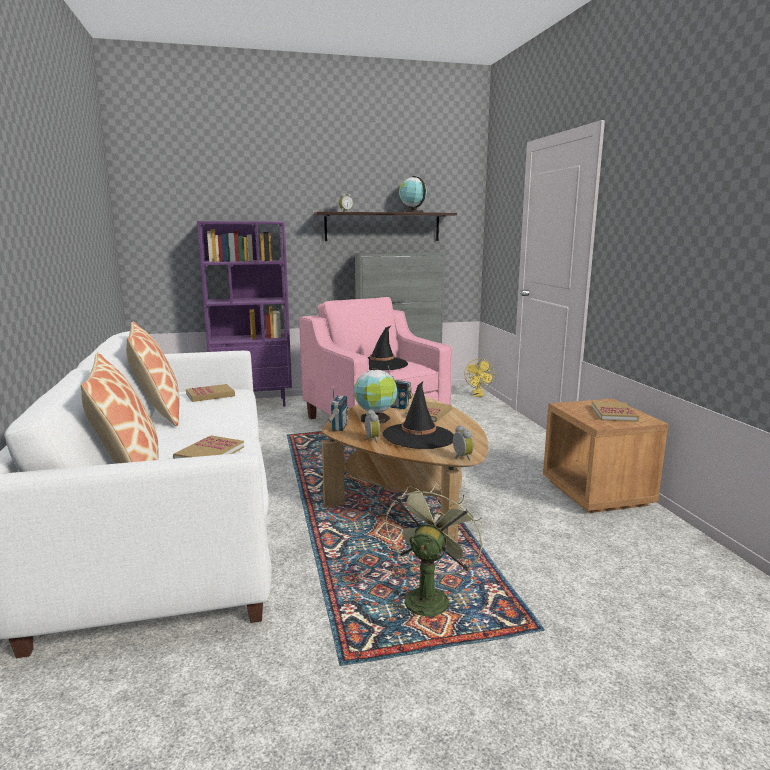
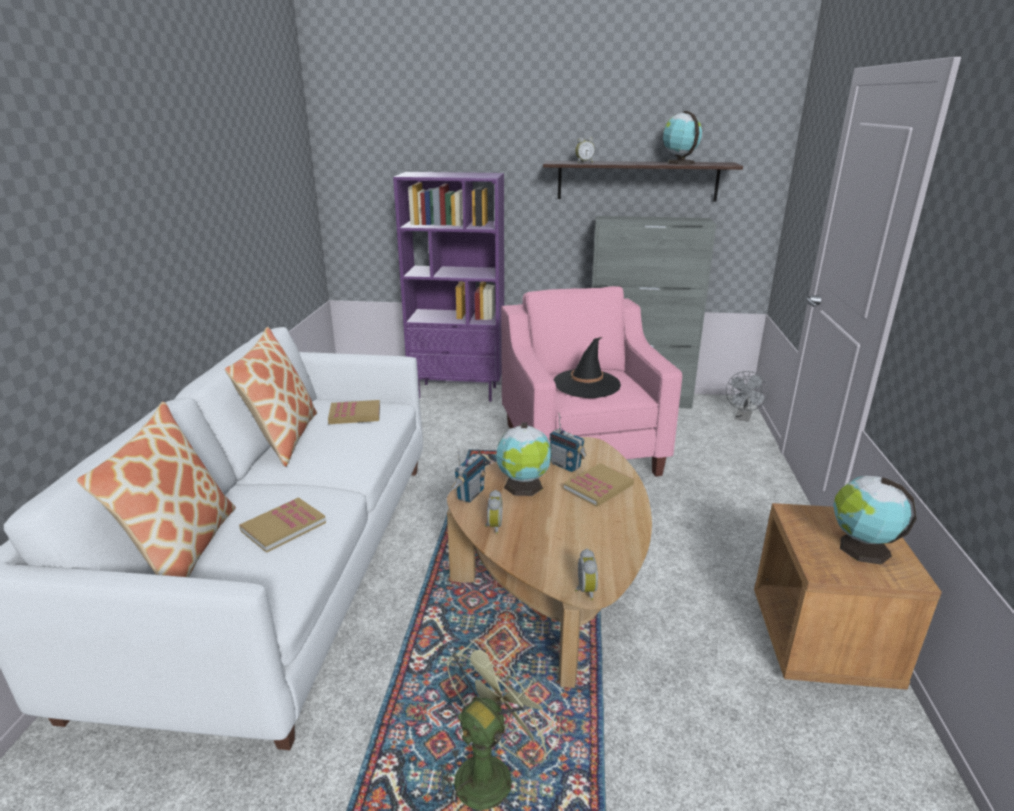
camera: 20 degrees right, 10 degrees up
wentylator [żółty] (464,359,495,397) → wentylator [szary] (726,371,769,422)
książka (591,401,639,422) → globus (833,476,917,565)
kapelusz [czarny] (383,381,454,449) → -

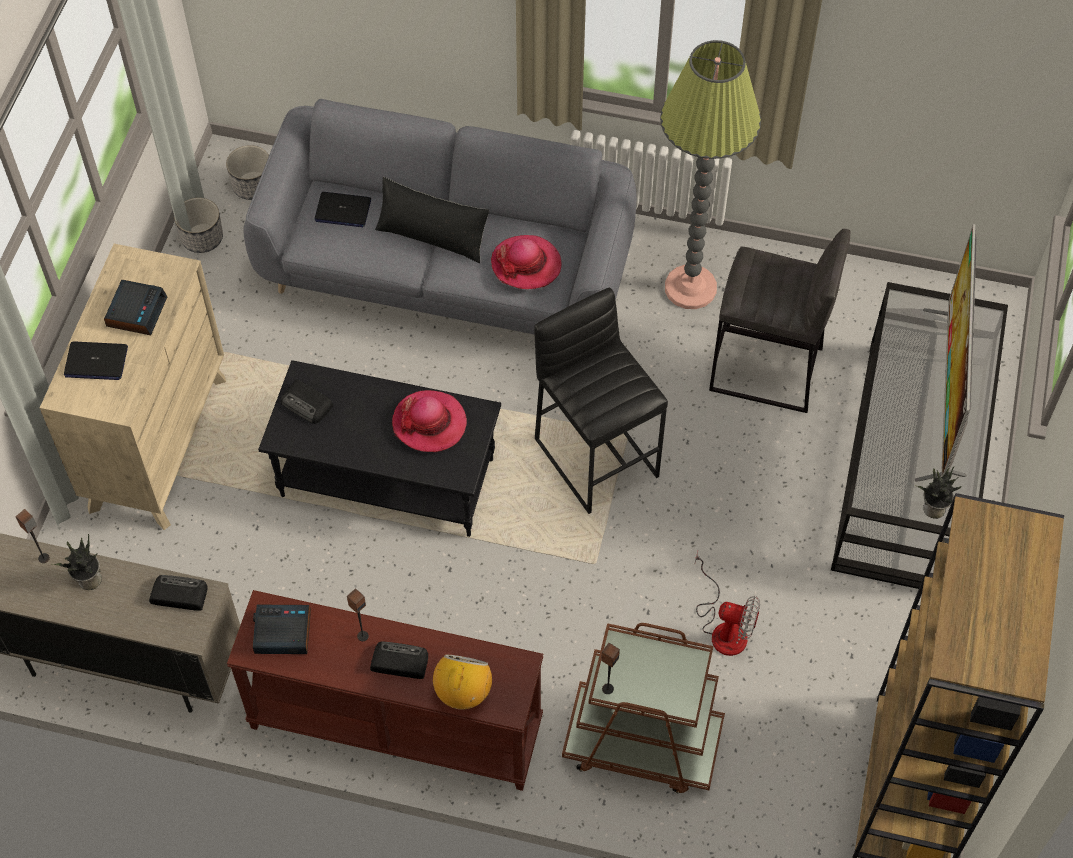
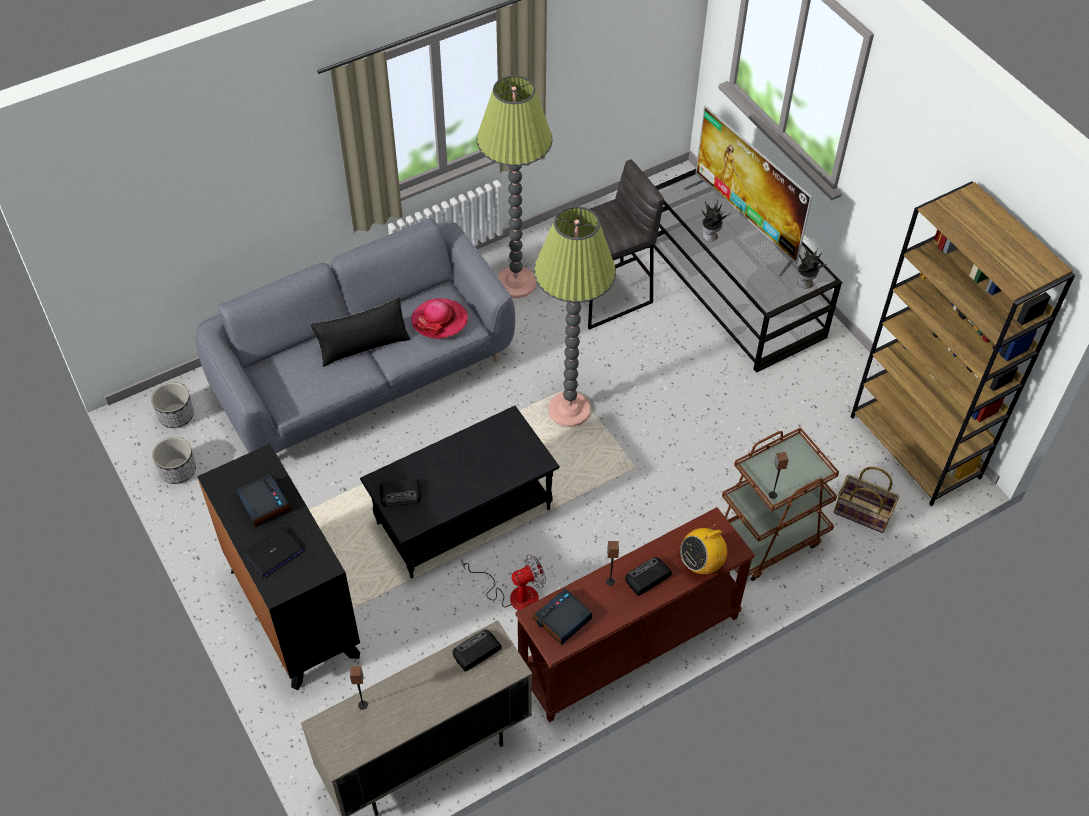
camera: 45 degrees left, 5 degrees down
komoda [beżowy] (40,244,226,530) → komoda [czarny] (197,444,360,690)
wentylator (695,552,760,656) → wentylator (461,554,546,611), shifted
stołek [czarny] (534,287,668,514) → lampa stojąca (534,206,616,427)
radio (433,655,492,710) → radio (680,521,727,574), 90 degrees counterclockwise
roślina doniczkowa (53,534,102,590) → roślina doniczkowa (701,201,731,242), shifted
- → koszyk (834,467,900,533)
laptop (314,192,371,227) → -
kapelusz (392,390,467,452) → -

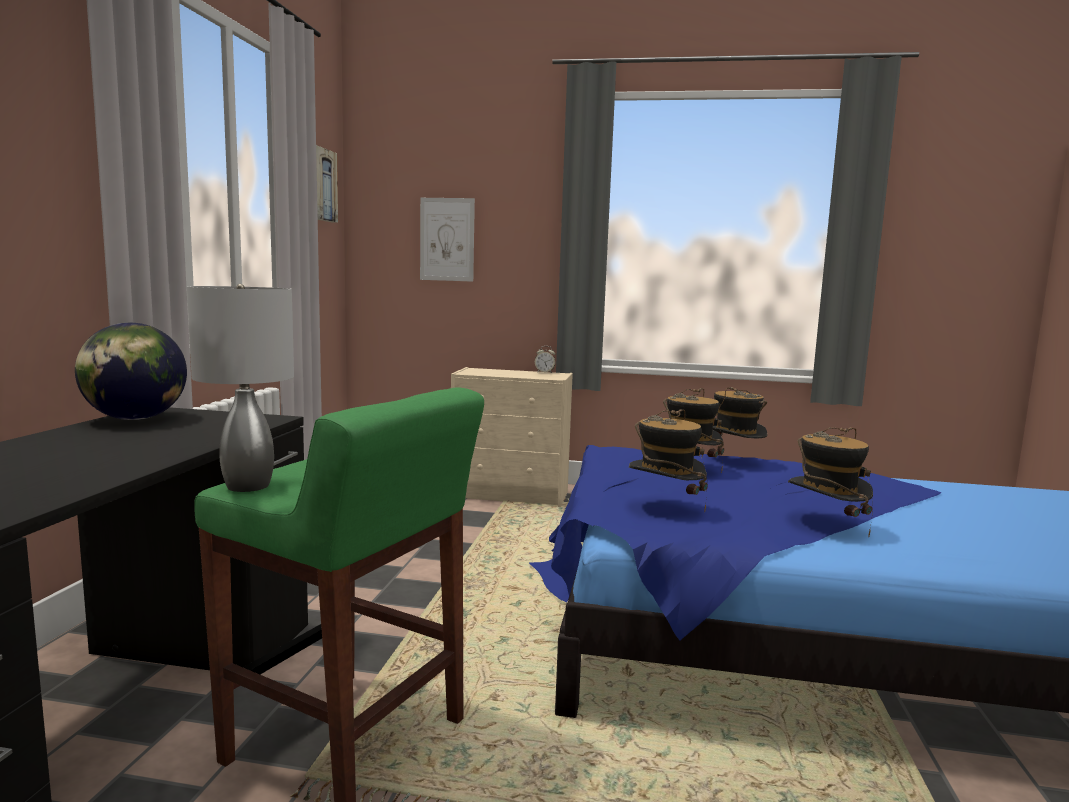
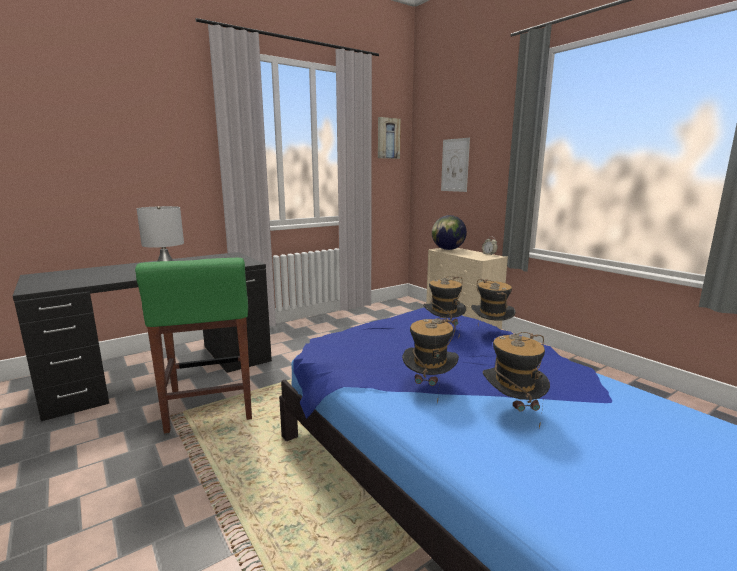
camera: 45 degrees right, 5 degrees up
globus (75,323,187,420) → globus (432,215,467,250), shifted
kapelusz (628,409,708,513) → kapelusz (483,332,550,428), shifted

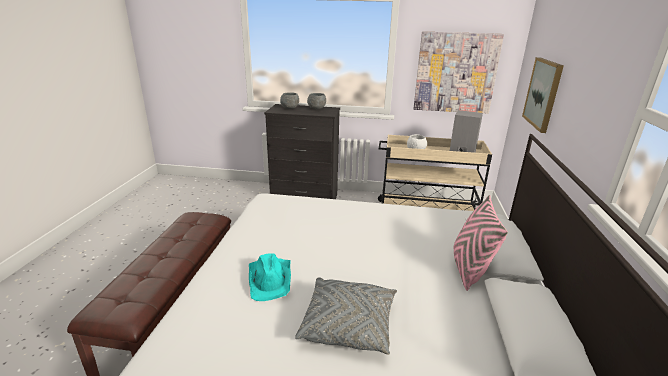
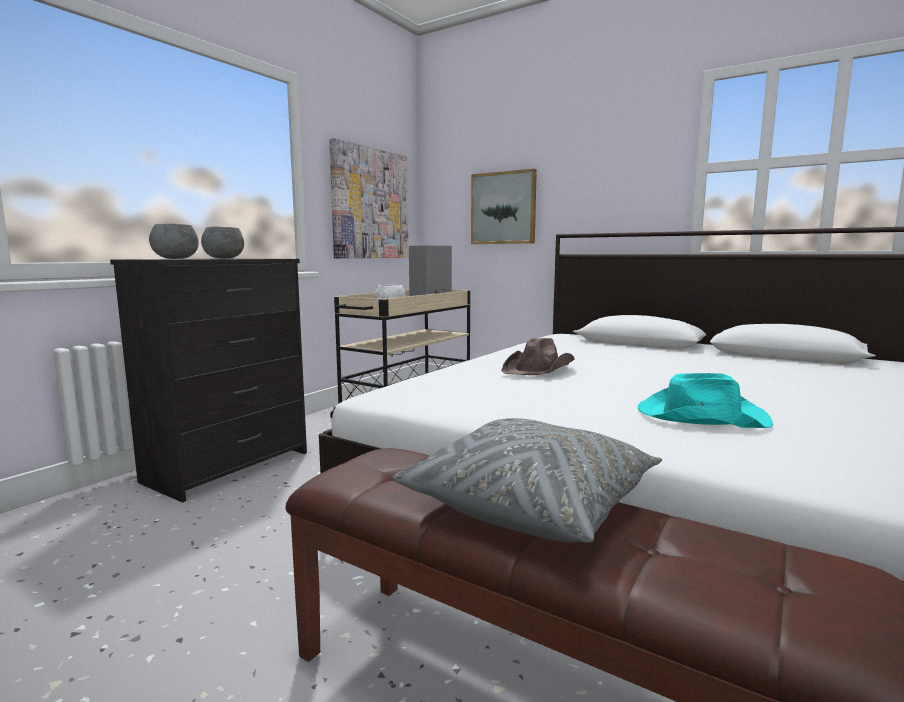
camera: 65 degrees left, 15 degrees down
poduszka [szary] (295,277,397,355) → poduszka [szary] (393,418,662,543), shifted
- → kapelusz [brązowy] (501,338,574,375)
poduszka [różowy] (453,195,508,291) → -

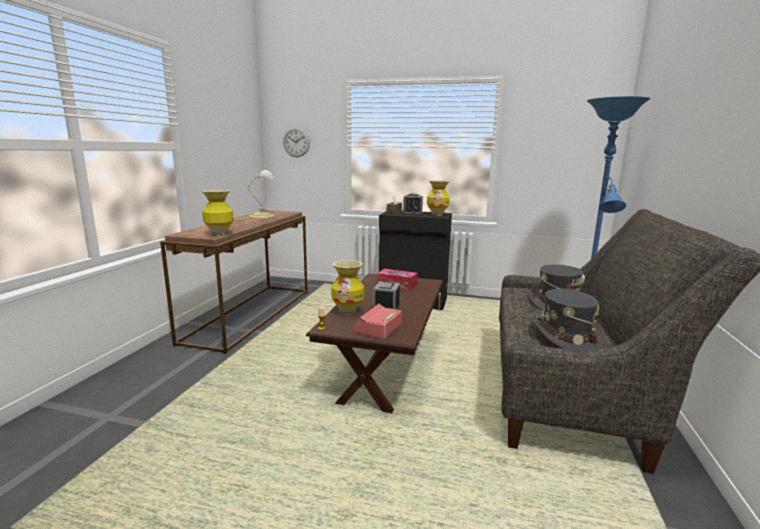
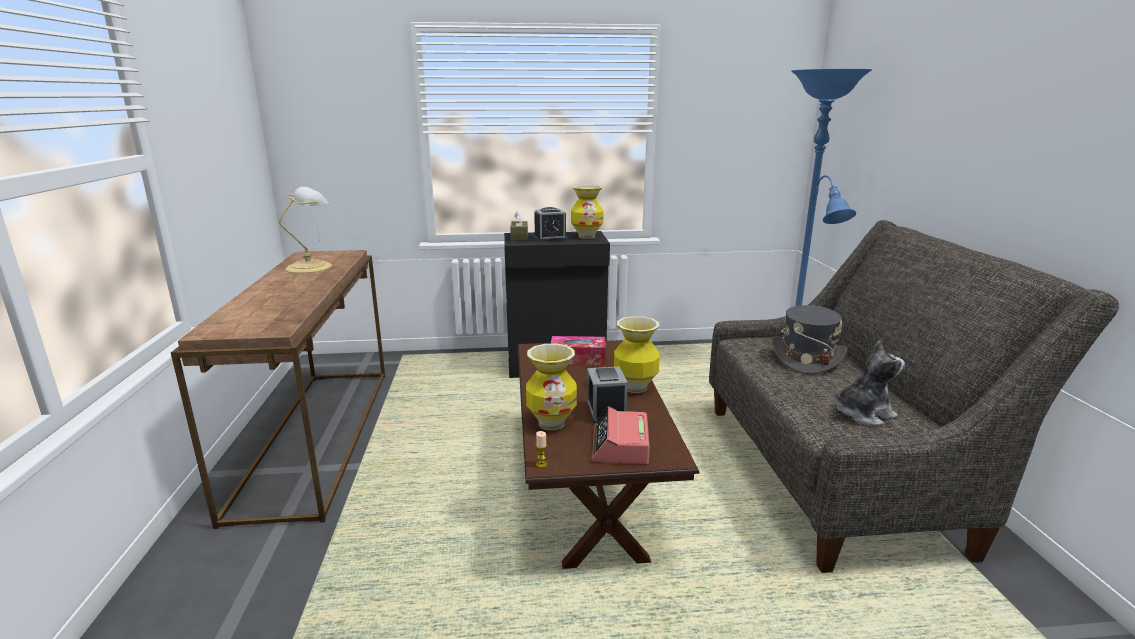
camera: 20 degrees left, 5 degrees up
wazon (202,190,234,235) → wazon (614,316,660,393), shifted
kapelusz [szary] (532,289,604,350) → pluszak (835,340,905,425)
zegar ścienny (283,127,310,157) → -

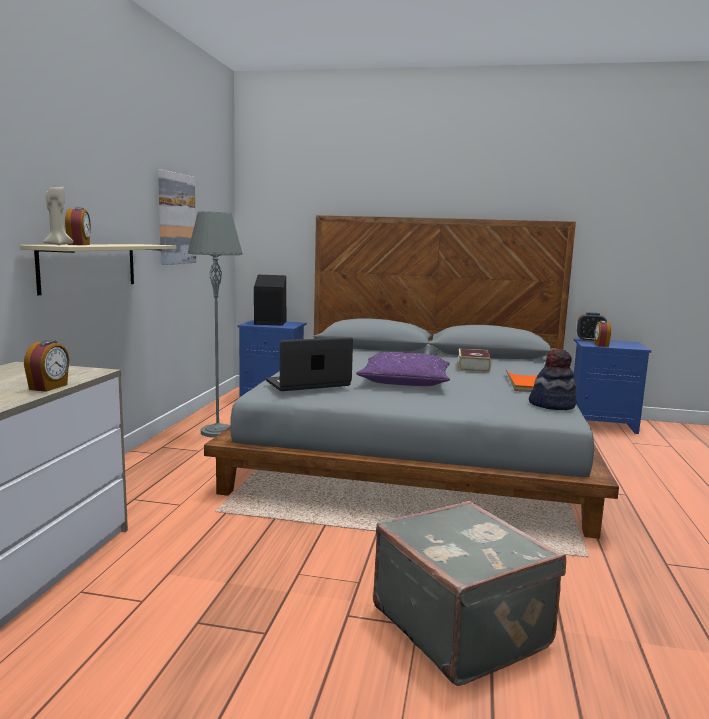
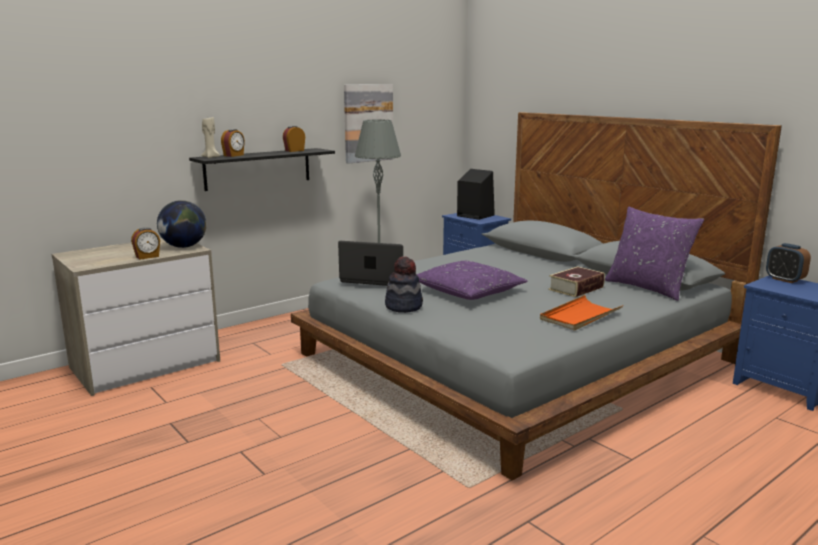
camera: 40 degrees right, 5 degrees up
- → globus (157,200,207,248)
półka [beżowy] (20,244,176,295) → półka [czarny] (189,148,335,191)
budzik (594,321,611,347) → budzik (283,126,305,152), shifted
kapelusz (529,349,577,410) → kapelusz (385,256,423,313), shifted
- → poduszka [fioletowy] (605,207,704,301)
walizka [szary] (373,501,566,686) → -

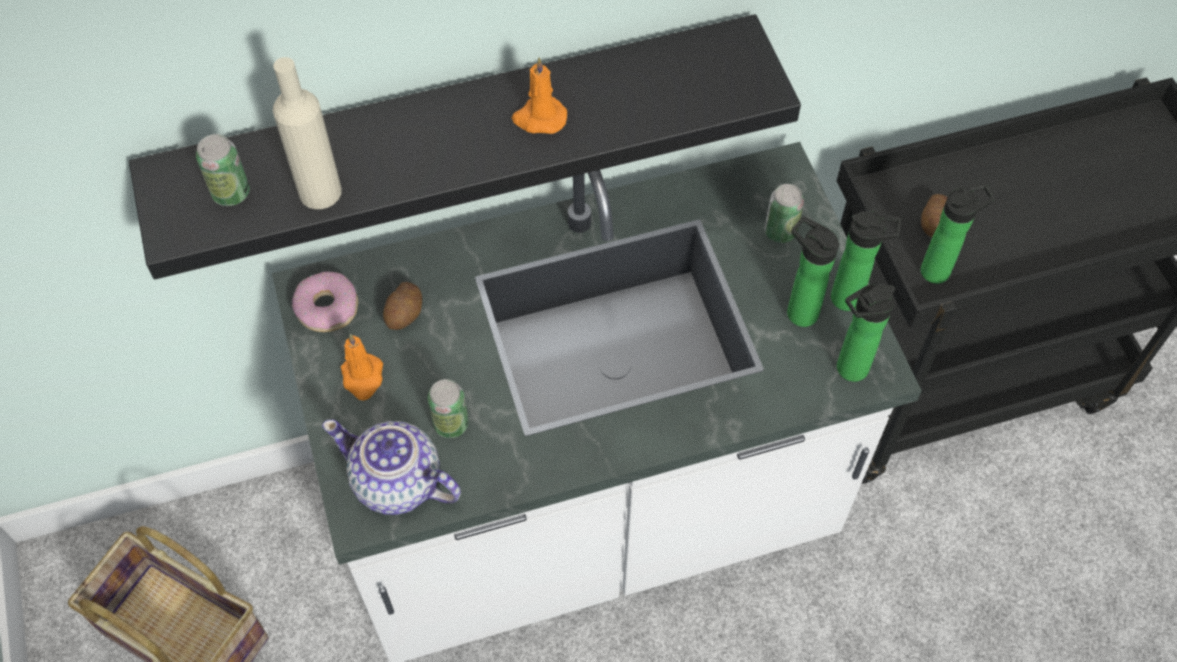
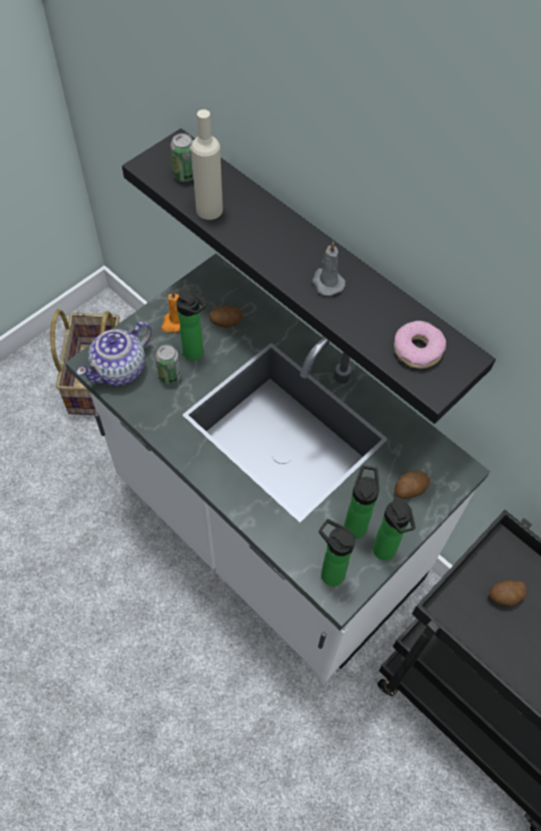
camera: 60 degrees right, 0 degrees up
imbryk (322,420,461,515) → imbryk (76,321,152,386), 135 degrees counterclockwise
butelka (921,183,994,284) → butelka (177,290,206,361), shifted
świeca [pomarańczowy] (512,57,567,134) → świeca [szary] (312,241,345,296)
donut (292,271,358,332) → donut (394,321,446,369), shifted
puszka (765,184,804,243) → ziemniak (395,471,430,499)

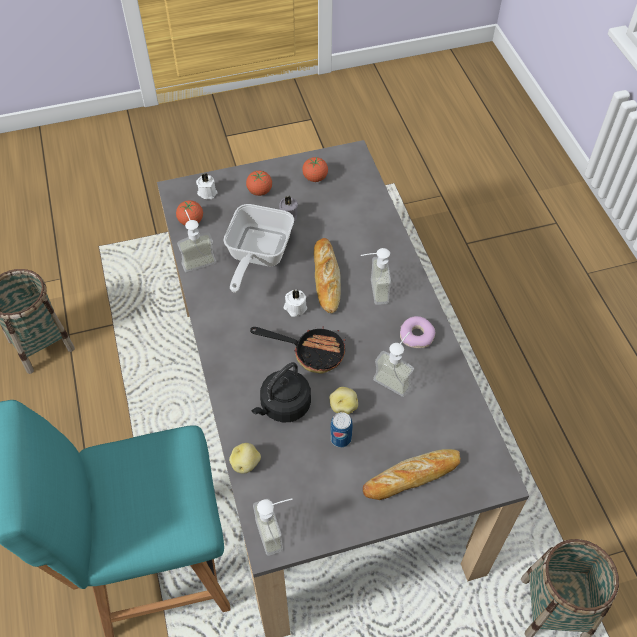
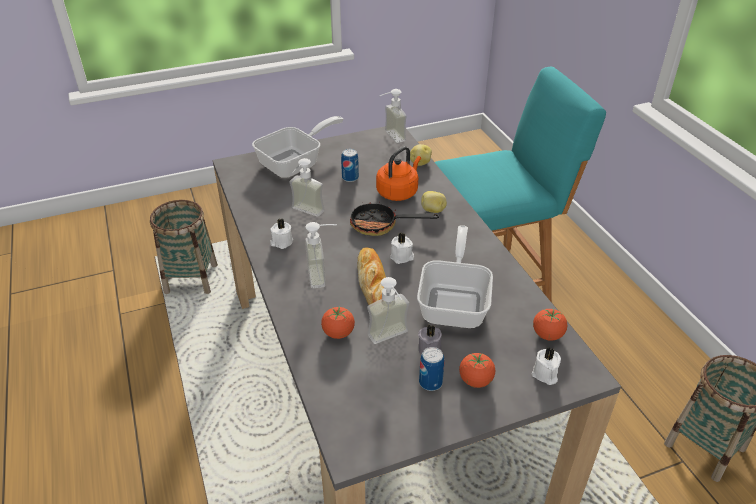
camera: 175 degrees right, 15 degrees down
chleb (363,449,461,500) → patelnia (252,116,343,178)
donut (400,316,436,348) → świeca [biały] (270,219,293,249)
pomidor (302,157,328,182) → pomidor (321,306,355,339), shifted
dozownik mydła (177,210,216,272) → dozownik mydła (367,277,409,344), shifted
czajnik [czarny] (252,362,311,422) → czajnik [pomarańczowy] (376,146,421,201)
- → puszka (419,347,444,391)
ziemniak (329,387,358,414) → ziemniak (421,191,447,213), shifted

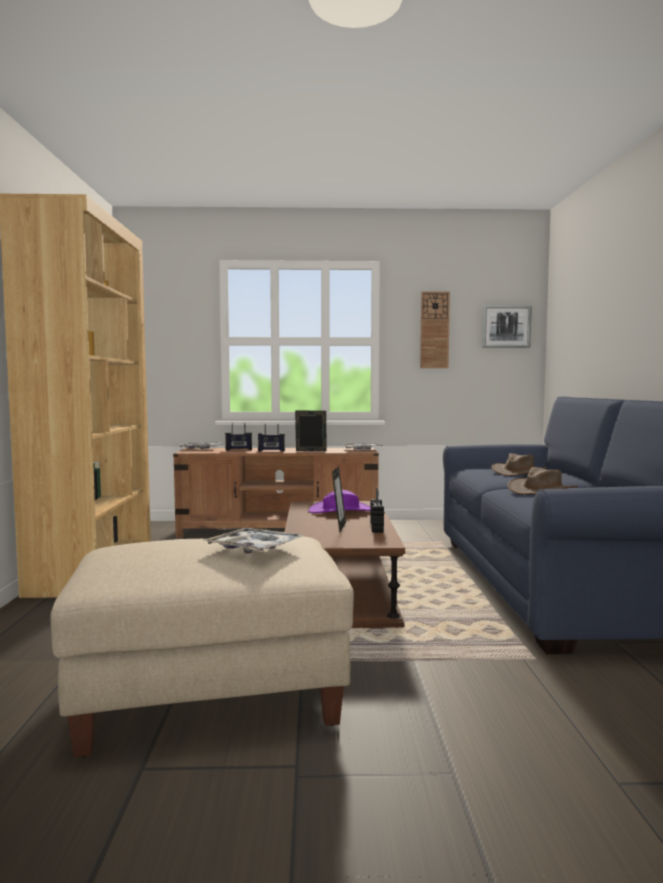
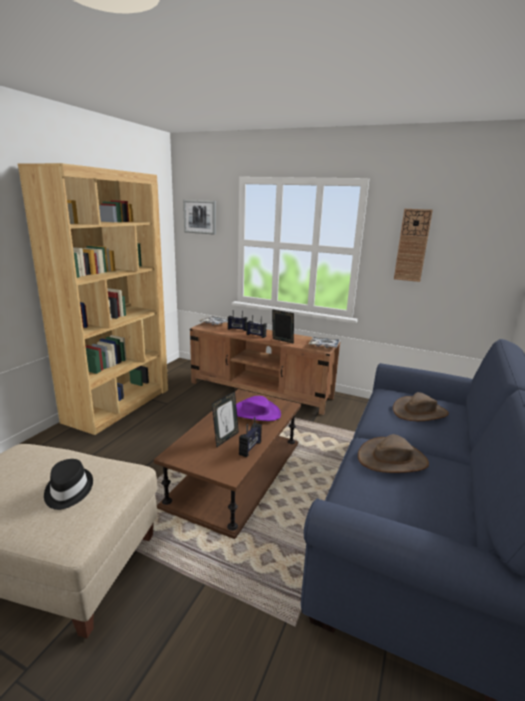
camera: 25 degrees right, 15 degrees up
taca (202,528,303,554) → kapelusz [czarny] (44,459,93,510)
obraz (482,305,532,348) → obraz (183,200,216,235), shifted

